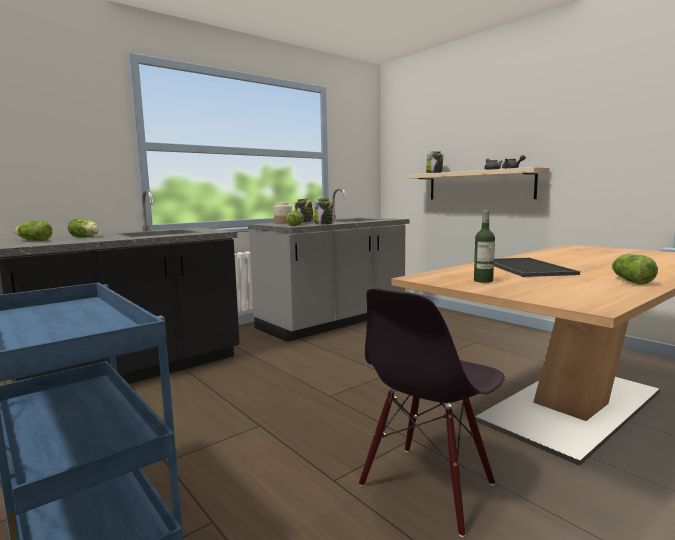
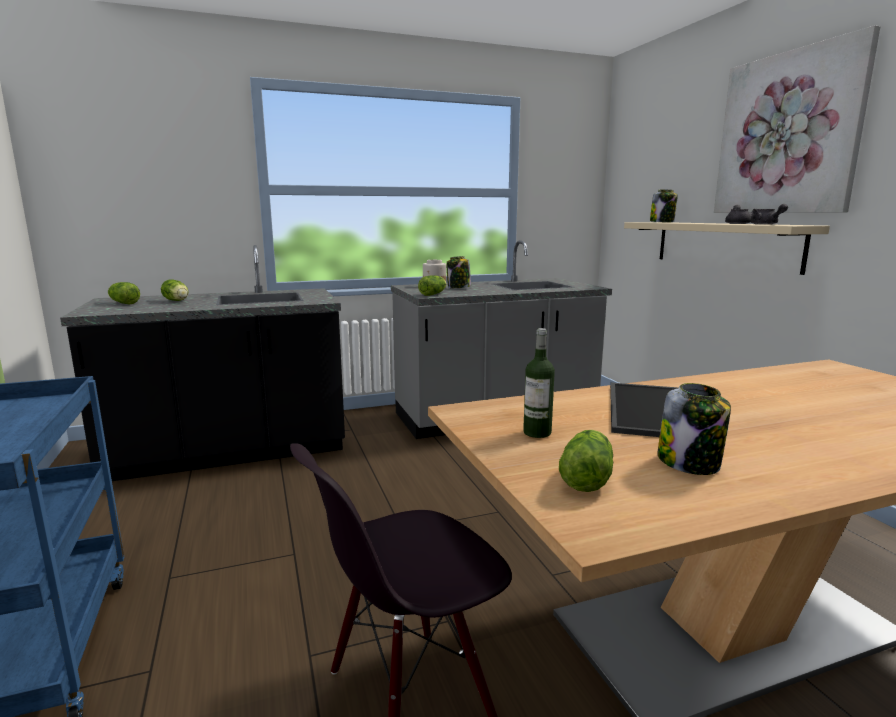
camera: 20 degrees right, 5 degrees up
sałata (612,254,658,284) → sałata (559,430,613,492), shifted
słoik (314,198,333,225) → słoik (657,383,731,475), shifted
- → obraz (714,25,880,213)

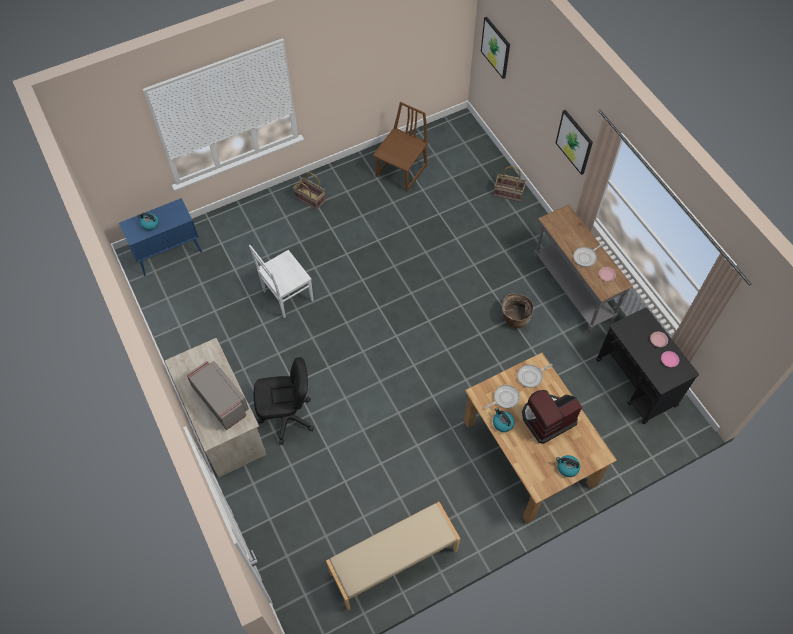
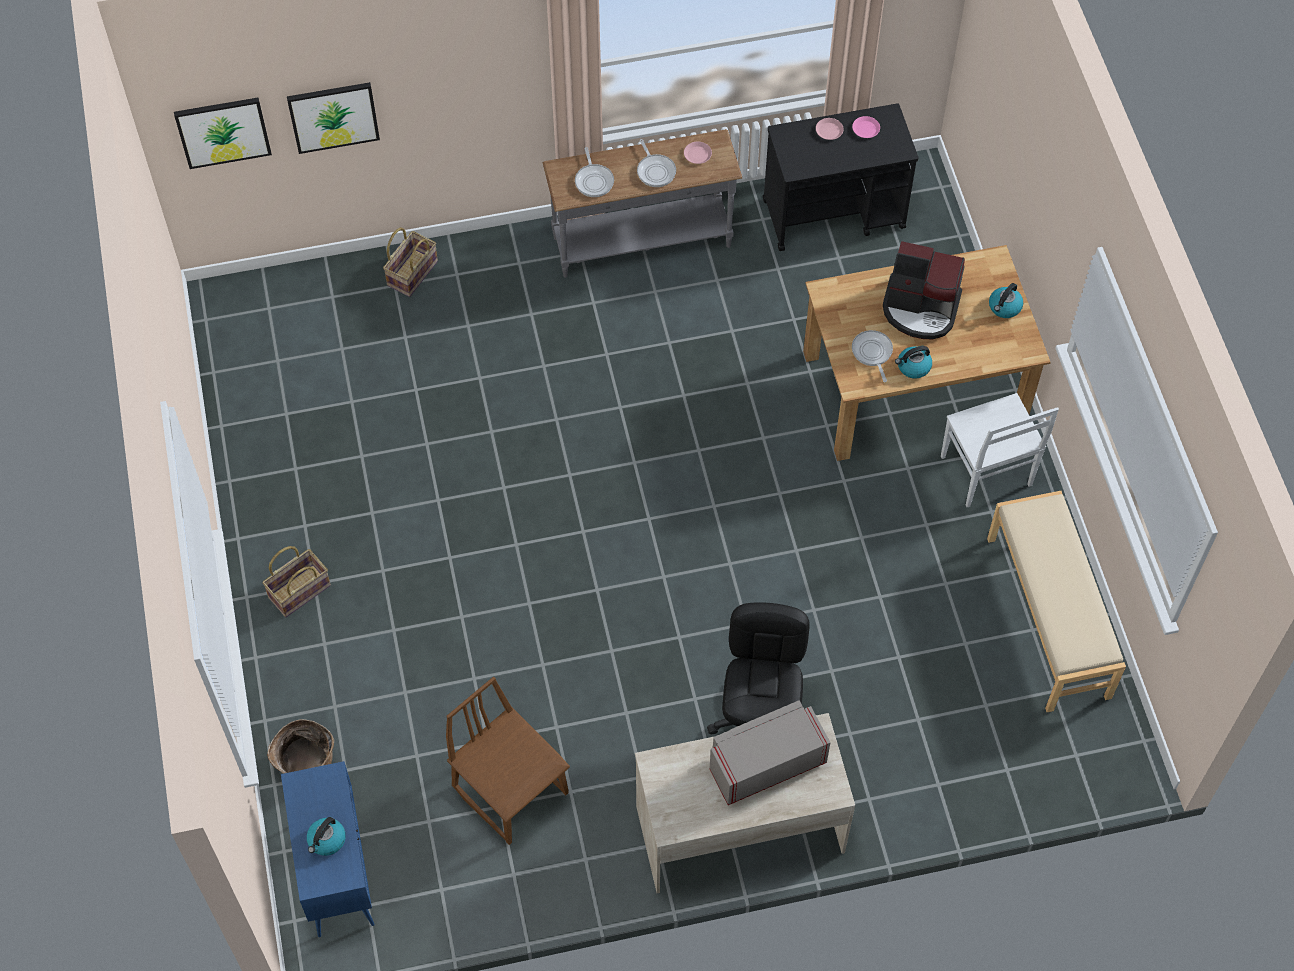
camera: 75 degrees left, 0 degrees up
koszyk (502,294,534,328) → koszyk (267,719,334,773), shifted
obraz (556,110,593,175) → obraz (287,82,380,154), shifted
krzesło [brązowy] (373,102,428,191) → krzesło [brązowy] (446,677,570,845), shifted
patelnia (517,364,553,388) → patelnia (575,147,614,197), shifted
ekspres do kawy (522,390,582,444) → ekspres do kawy (883,241,965,340), 60 degrees counterclockwise
krzesło [biały] (249,245,314,318) → krzesło [biały] (941,393,1059,507), shifted

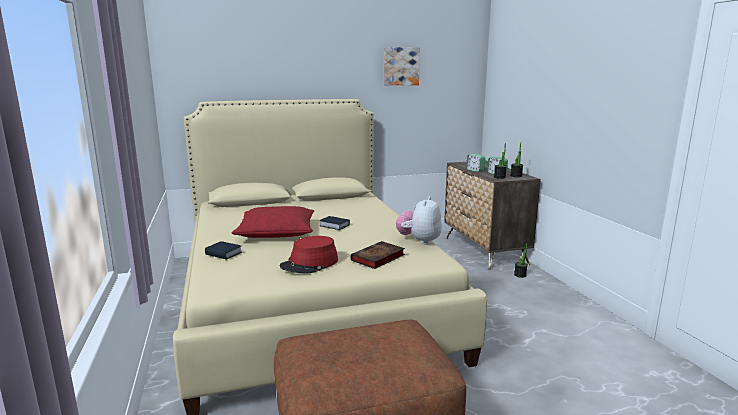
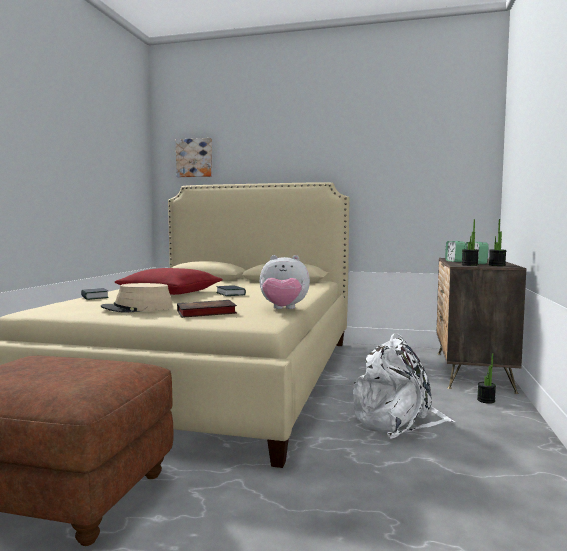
camera: 30 degrees right, 10 degrees down
kapelusz [czerwony] (280,236,338,274) → kapelusz [beżowy] (101,283,173,313)
obraz (384,47,420,85) → obraz (176,138,212,177), shifted
pluszak (396,196,442,245) → pluszak (260,255,310,309), 135 degrees counterclockwise
- → plecak [biały] (353,333,455,439)

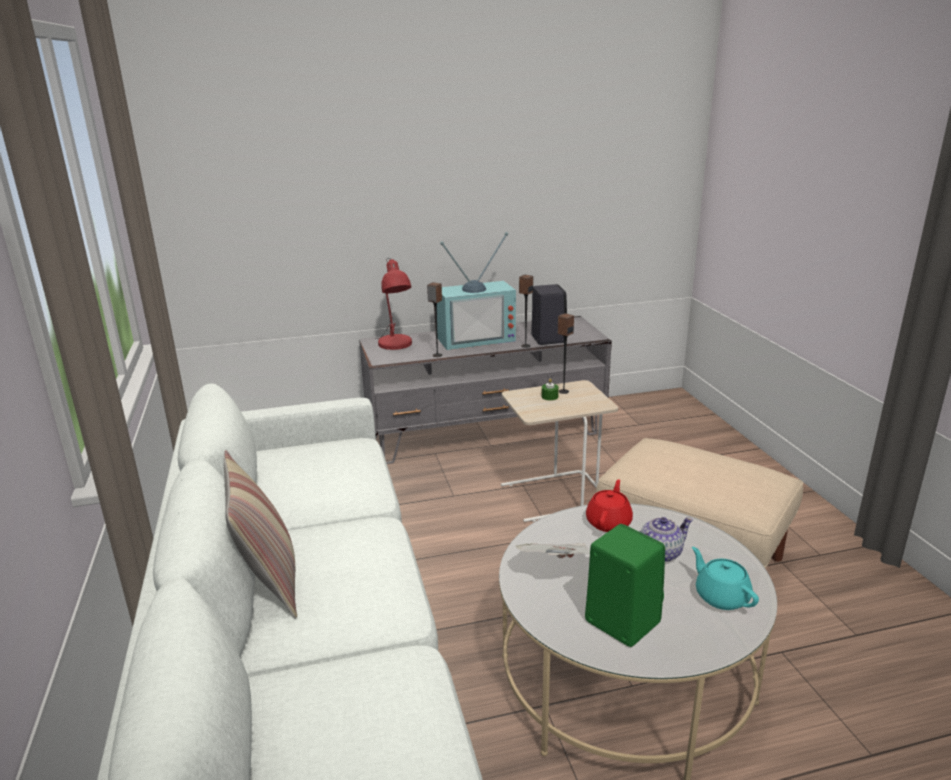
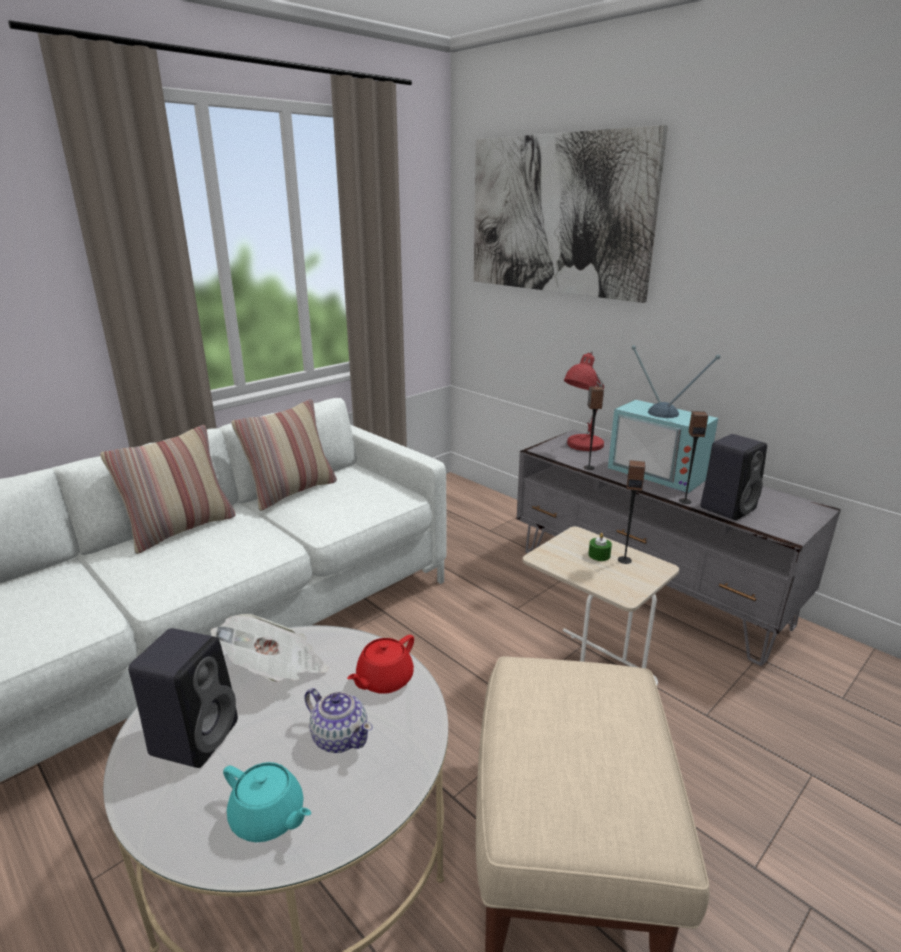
camera: 60 degrees right, 0 degrees up
głośnik [zielony] (585,524,665,647) → głośnik [czarny] (128,628,238,768)
imbryk [turkusowy] (692,547,759,610) → imbryk [turkusowy] (223,762,311,842), 90 degrees clockwise
- → poduszka (231,399,337,511)
imbryk [czerwony] (586,480,633,532) → imbryk [czerwony] (347,635,414,694), 135 degrees clockwise
- → obraz (474,125,668,303)

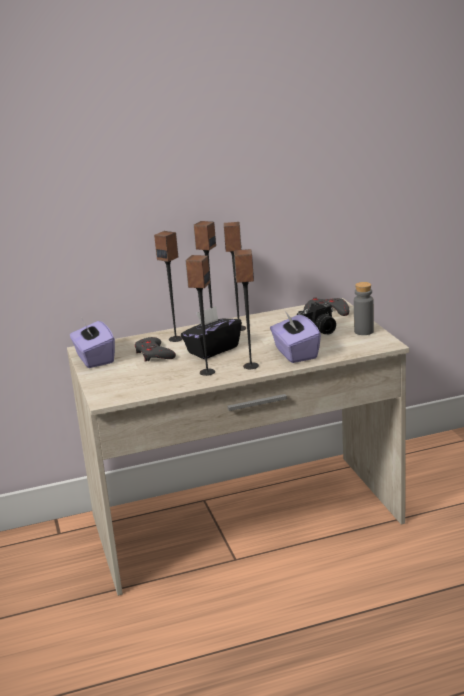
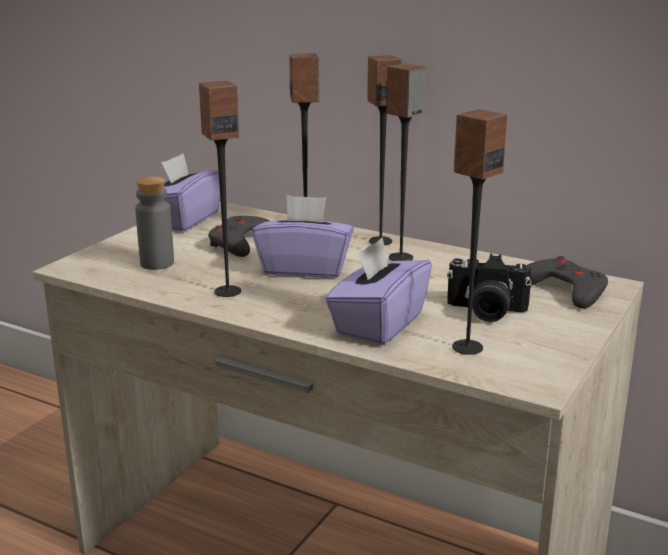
camera: 45 degrees right, 0 degrees up
butelka [szary] (354,282,374,335) → butelka [szary] (135,177,174,270), shifted
pudełko chusteczek [czarny] (181,306,242,359) → pudełko chusteczek [fioletowy] (252,195,354,278)
głośnik (234,249,259,369) → głośnik (452,109,507,355), shifted

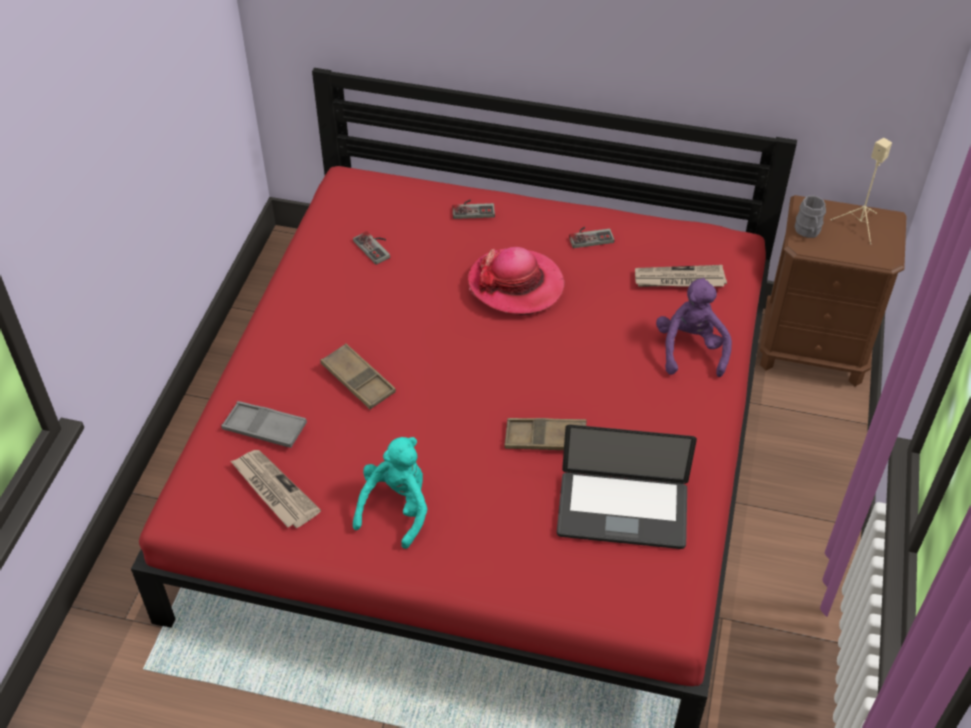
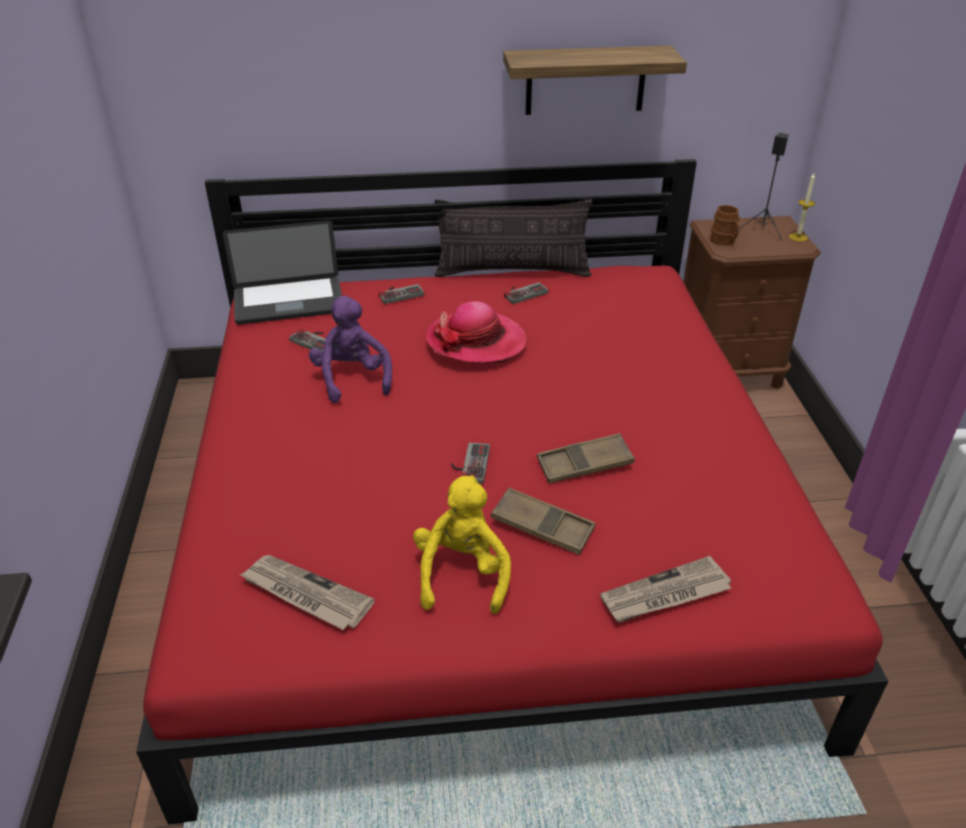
camera: 20 degrees left, 10 degrees down
laptop (557,425,697,549) → laptop (223,220,342,325), shifted
pluszak [fioletowy] (656,278,732,377) → pluszak [fioletowy] (309,296,392,403), shifted
pluszak [turkusowy] (353,437,428,549) → pluszak [żółty] (413,475,511,614)
- → poduszka (435,199,593,277)
- → pad do gier (451,442,490,484)
taca [brązowy] (320,343,396,409) → taca [brązowy] (491,487,595,555), shifted
- → półka (503,45,687,115)
gazeta (635,265,727,287) → gazeta (600,556,732,622), shifted
kubek [szary] (795,195,826,238) → kubek [brązowy] (710,205,740,246)
głośnik [beżowy] (831,138,892,245) → głośnik [czarny] (739,133,789,241)
- → świeca (789,173,815,242)
taca [szary] (221,401,307,448) → -

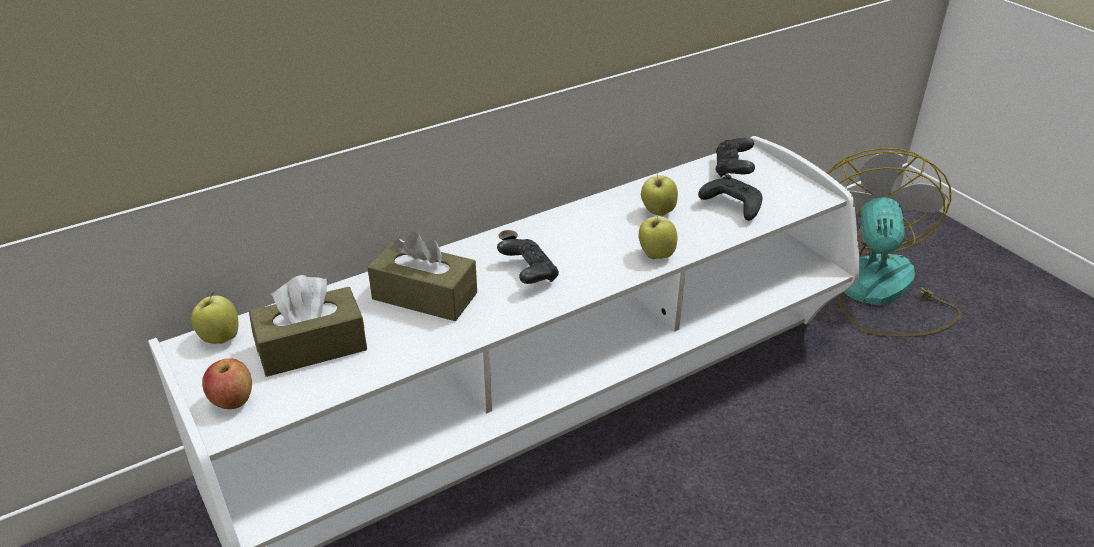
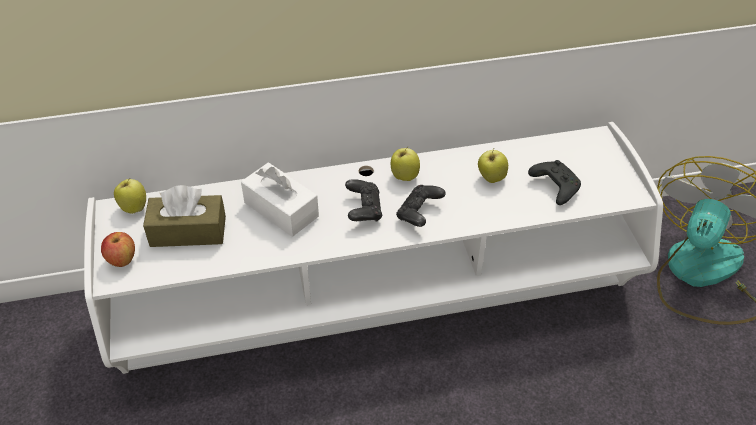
camera: 20 degrees right, 10 degrees up
pudełko chusteczek [brązowy] (368,231,477,321) → pudełko chusteczek [biały] (241,162,319,237)
jabłko (639,212,677,259) → jabłko (391,147,420,181), shifted
pad do gier [czarny] (715,138,755,177) → pad do gier [czarny] (396,185,446,227), shifted

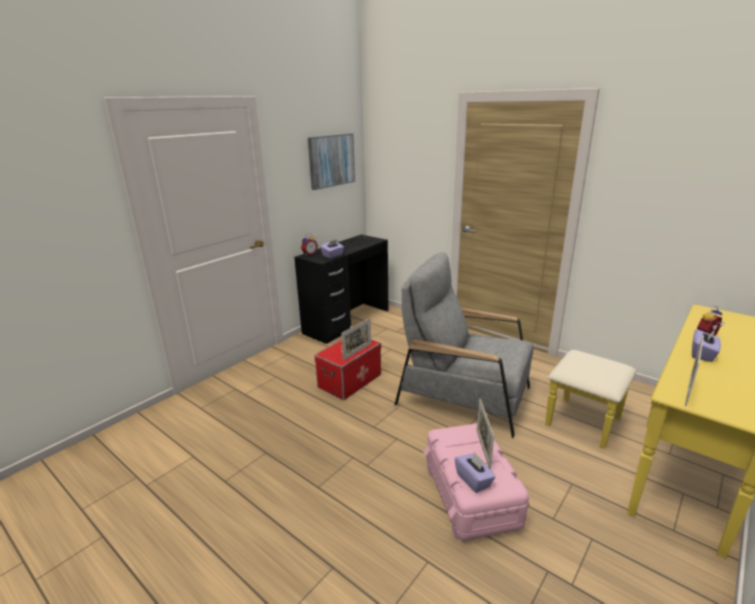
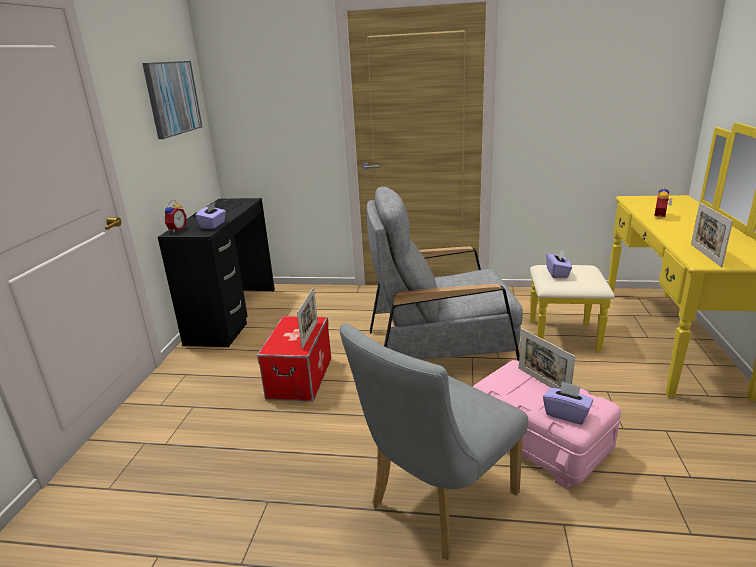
camera: 30 degrees left, 0 degrees up
- → krzesło [szary] (340,323,528,560)
pudełko chusteczek [fioletowy] (692,329,721,362) → pudełko chusteczek [fioletowy] (546,250,572,278), shifted

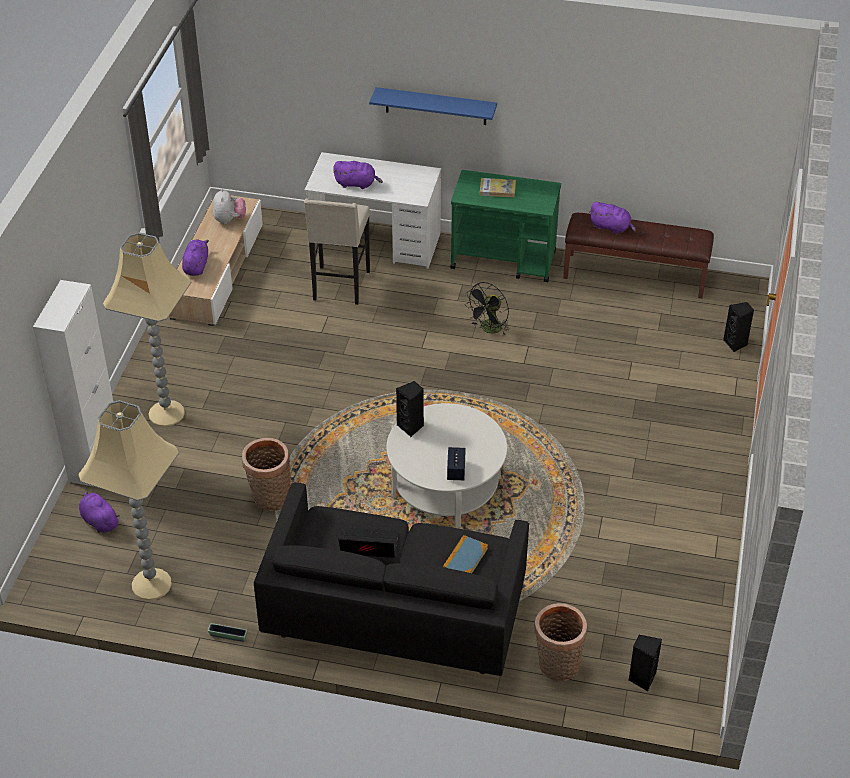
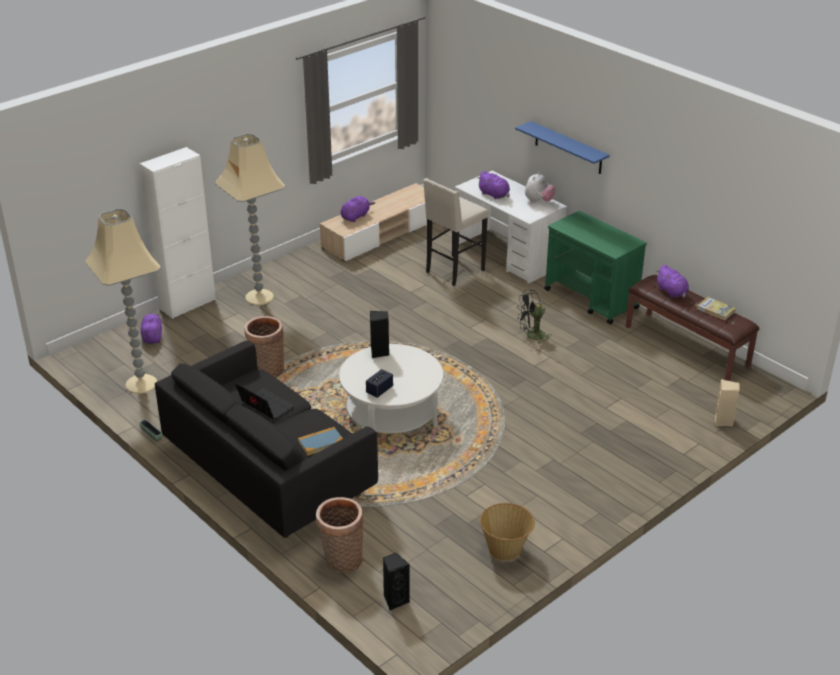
camera: 35 degrees right, 10 degrees down
- → koszyk (480,503,535,561)
pluszak (213,188,246,224) → pluszak (525,172,555,203), shifted
książka (480,178,516,198) → książka (697,297,736,320), shifted
głośnik [czarny] (723,302,754,352) → głośnik [beżowy] (715,379,740,426)

